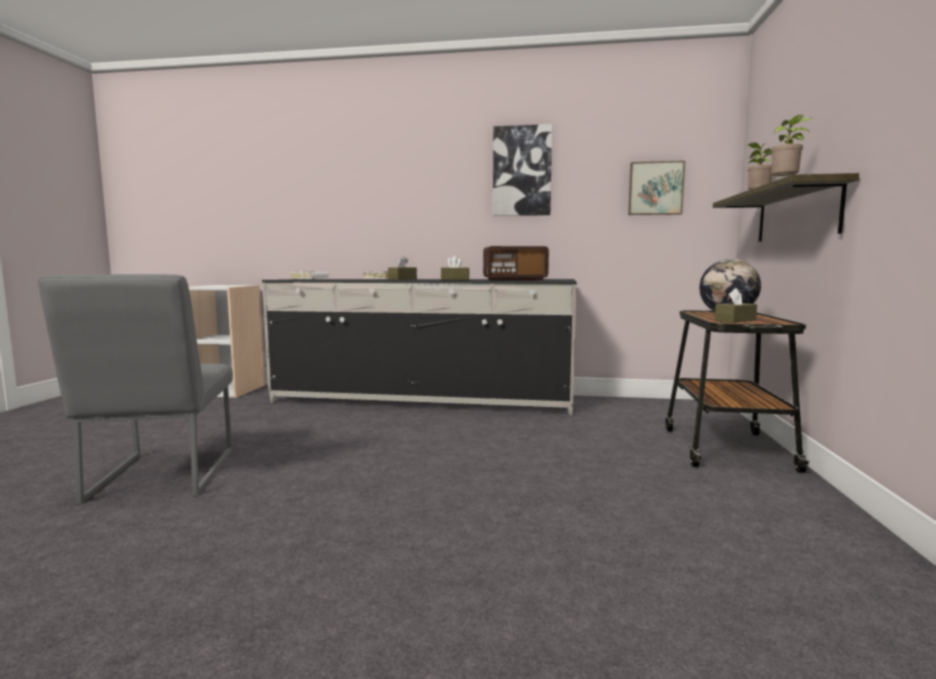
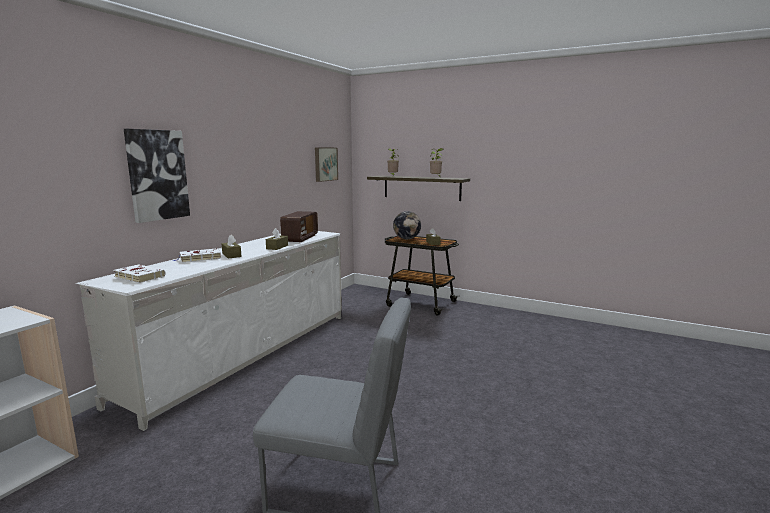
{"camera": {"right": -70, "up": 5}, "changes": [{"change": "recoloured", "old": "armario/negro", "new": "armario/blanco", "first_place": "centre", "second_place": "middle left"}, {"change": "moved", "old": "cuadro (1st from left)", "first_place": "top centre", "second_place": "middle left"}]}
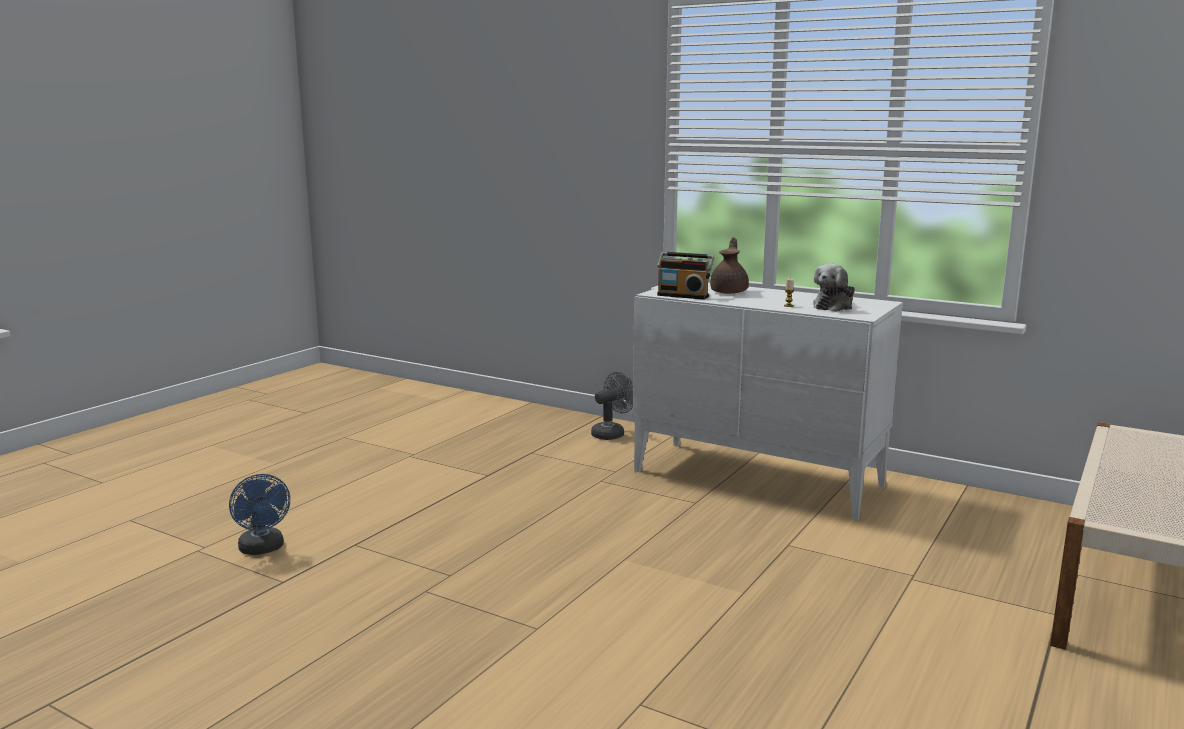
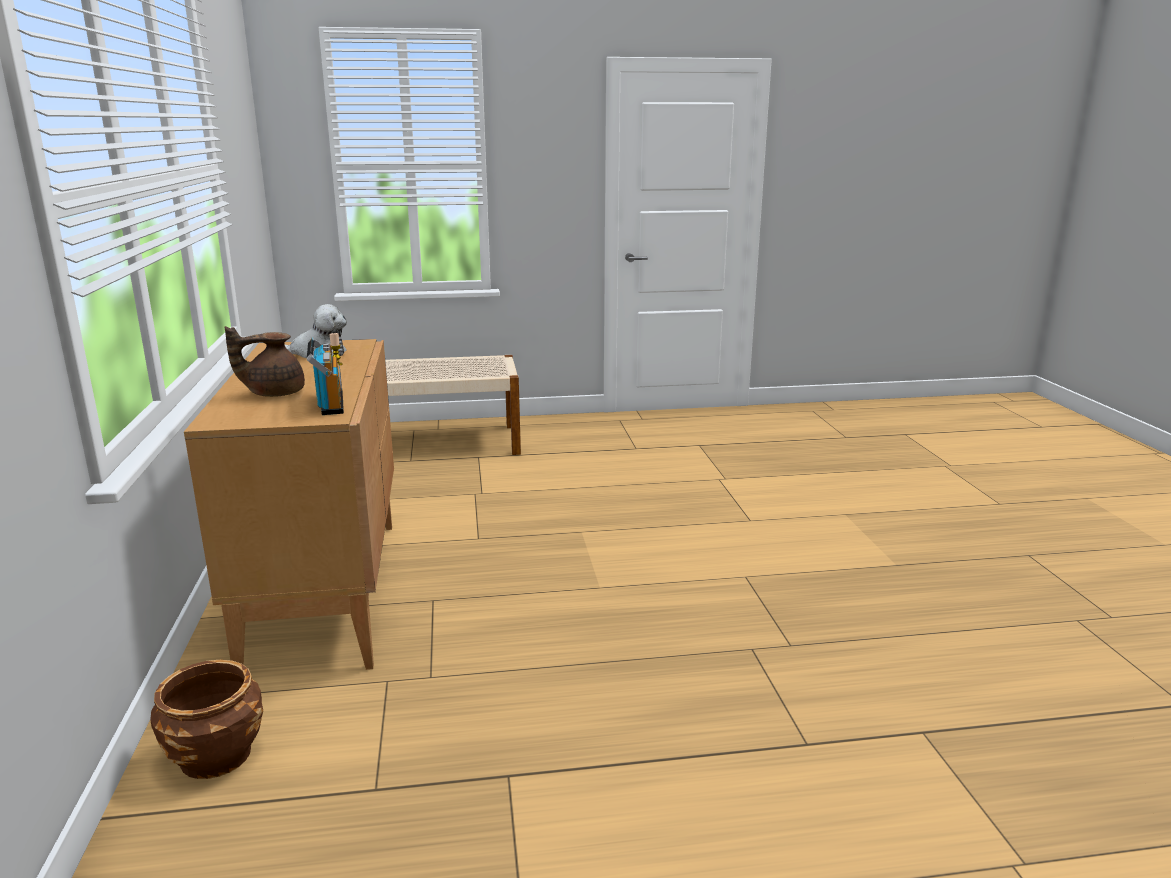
{"camera": {"right": -130, "up": 5}, "changes": [{"change": "removed", "old": "ventilador/azul", "first_place": "bottom left"}, {"change": "replaced", "old": "ventilador/gris", "new": "maceta/marrón", "first_place": "centre", "second_place": "bottom left"}, {"change": "recoloured", "old": "armario/blanco", "new": "armario/marrón", "first_place": "centre", "second_place": "middle left"}]}
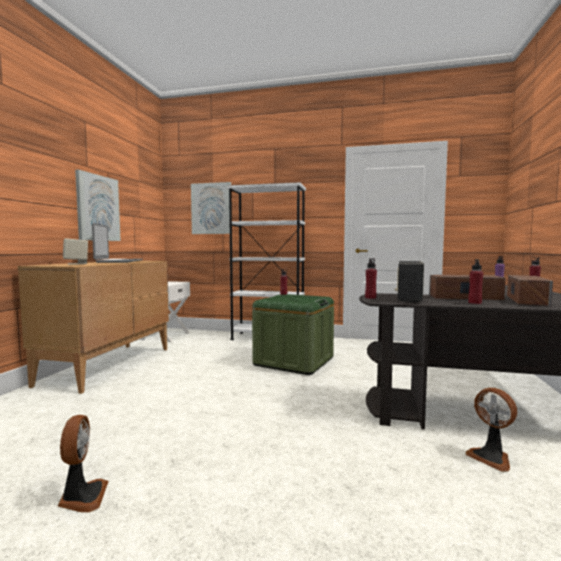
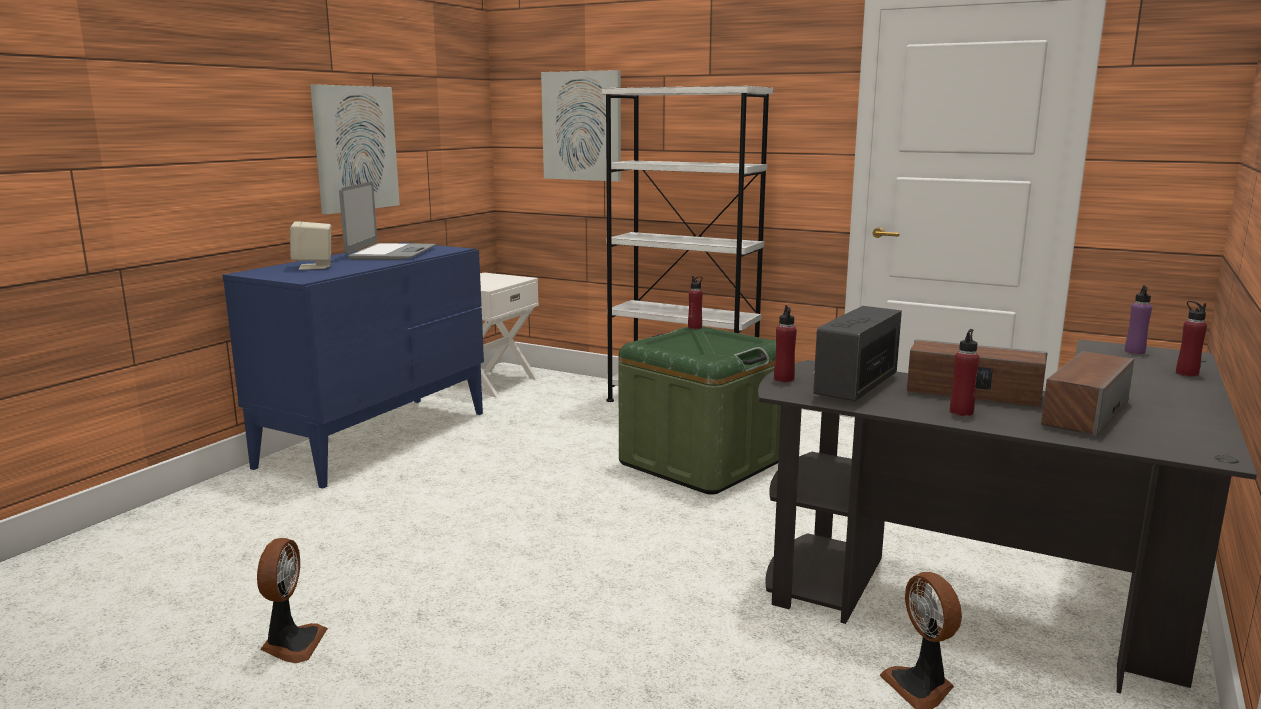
{"camera": {"right": 15, "up": 10}, "changes": [{"change": "recoloured", "old": "armario/marrón", "new": "armario/azul", "first_place": "middle left", "second_place": "middle left"}]}
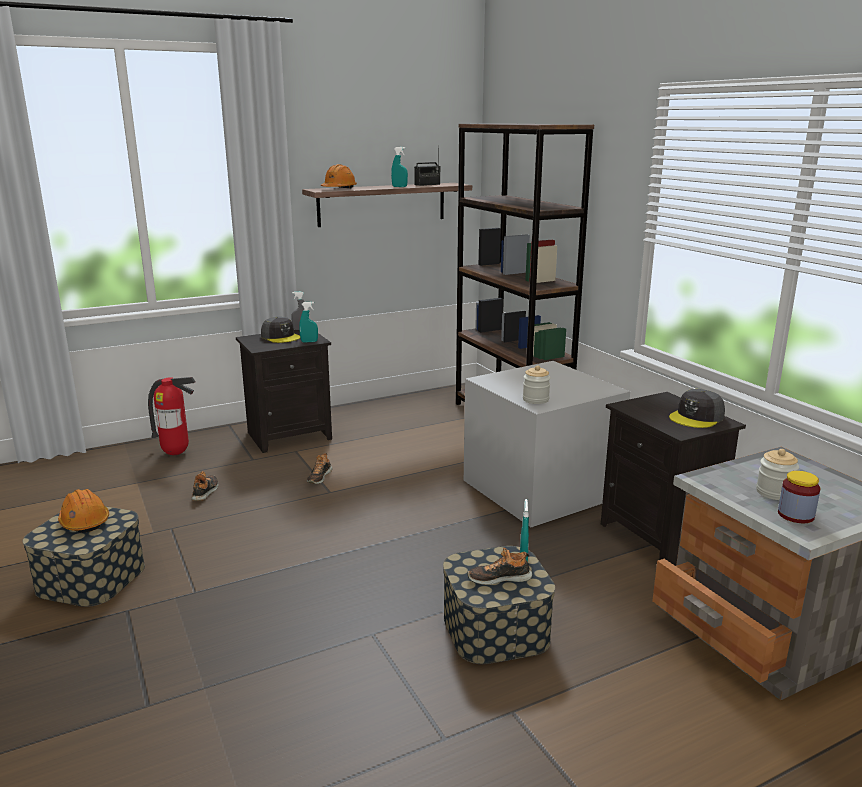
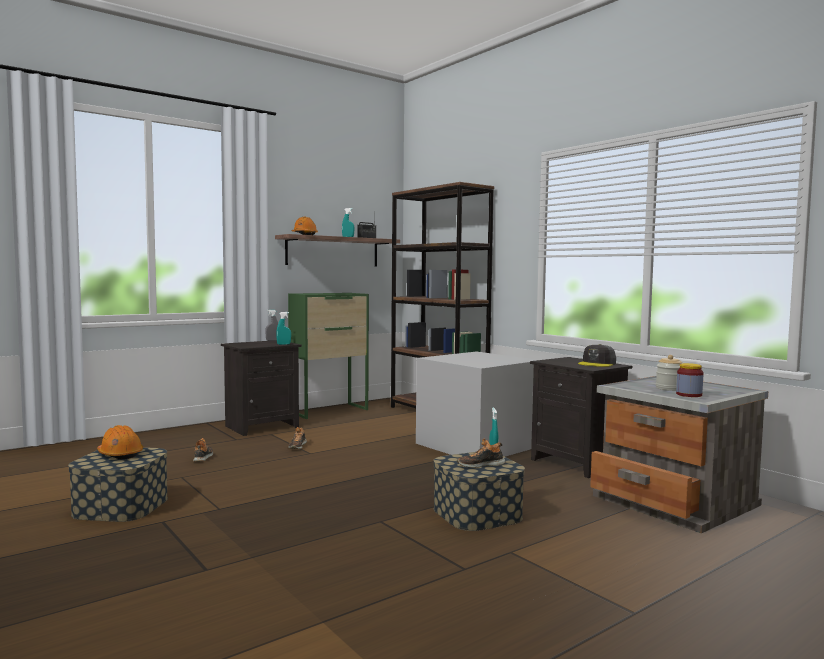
{"camera": {"right": -10, "up": -15}, "changes": [{"change": "removed", "old": "extintor", "first_place": "middle left"}, {"change": "removed", "old": "gorra/gris (1st from left)", "first_place": "middle left"}, {"change": "removed", "old": "tarro (1st from left)", "first_place": "centre"}, {"change": "added", "new": "armario/verde", "second_place": "centre"}]}
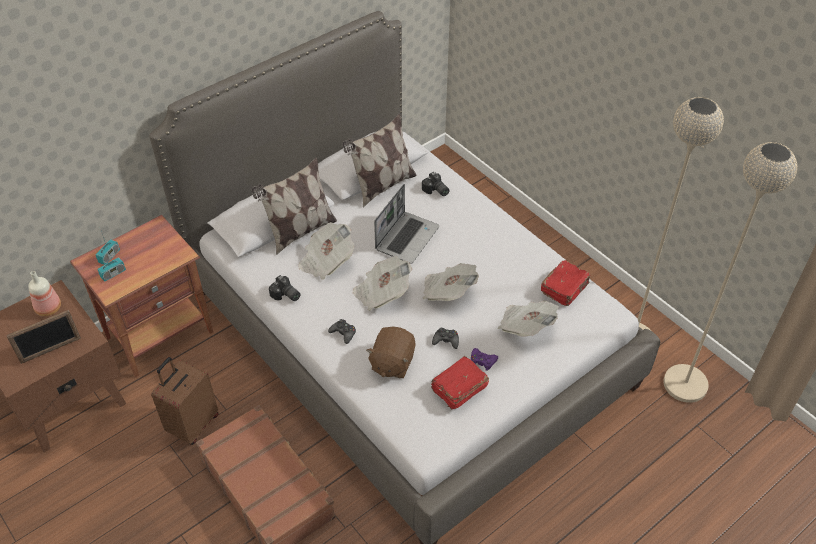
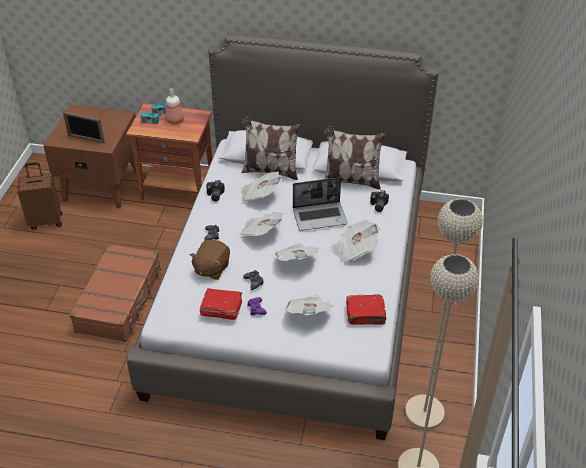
{"camera": {"right": 50, "up": -5}, "changes": [{"change": "moved", "old": "botella", "first_place": "middle left", "second_place": "top left"}, {"change": "moved", "old": "maleta/marrón (1st from left)", "first_place": "bottom left", "second_place": "middle left"}, {"change": "turned", "old": "peluche/marrón", "first_place": "centre", "second_place": "centre", "degrees": -45}, {"change": "added", "new": "periódico (5th from left)", "second_place": "centre"}]}
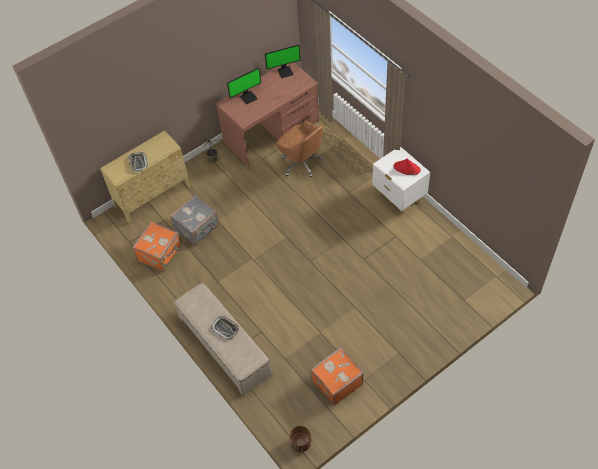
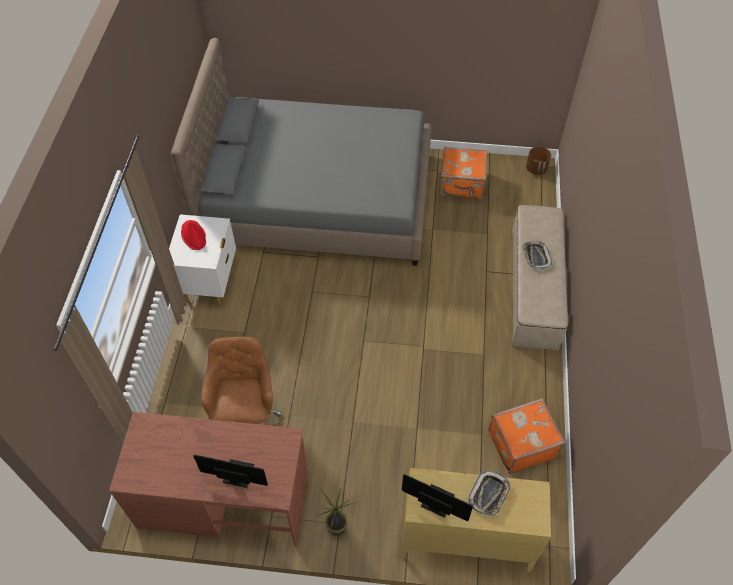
{"camera": {"right": -140, "up": 0}, "changes": [{"change": "removed", "old": "maleta/gris", "first_place": "middle left"}, {"change": "moved", "old": "monitor (2nd from left)", "first_place": "top centre", "second_place": "bottom centre"}, {"change": "added", "new": "cama/gris", "second_place": "top centre"}]}
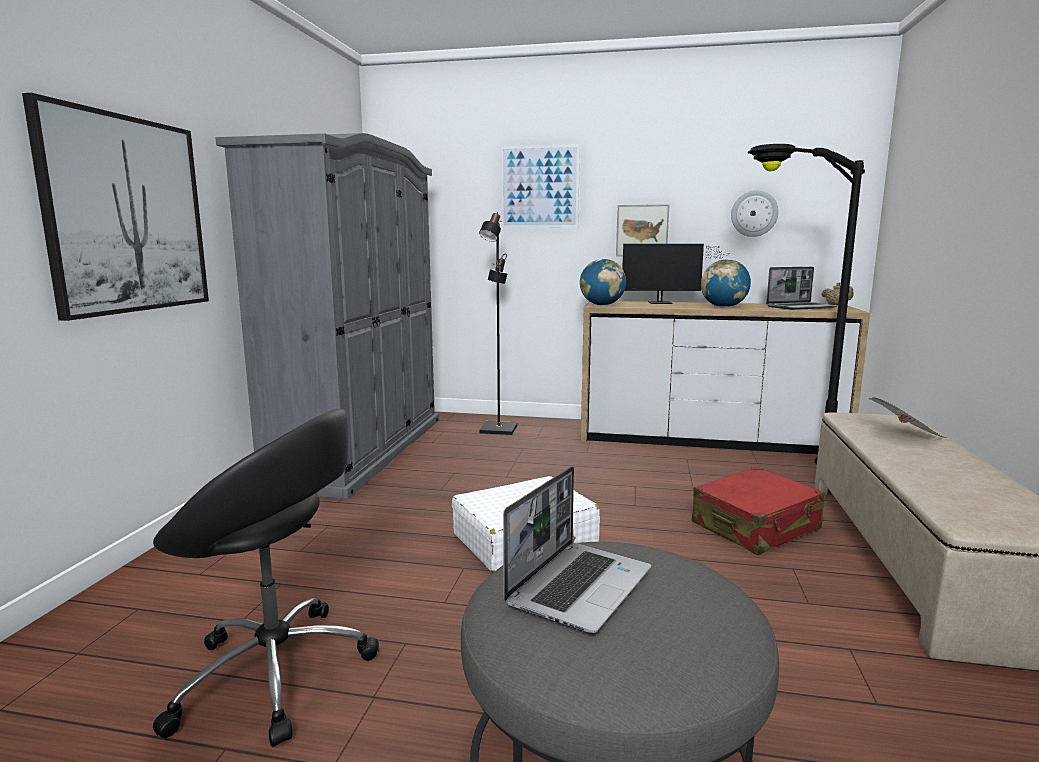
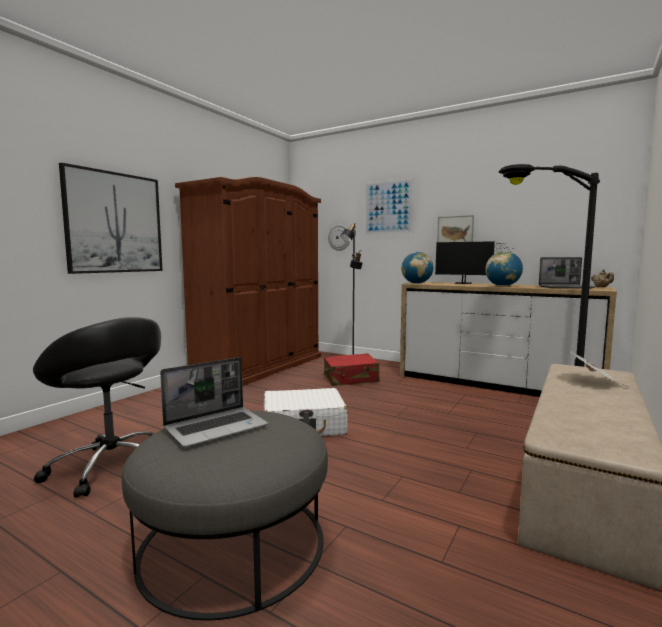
{"camera": {"right": 20, "up": -5}, "changes": [{"change": "recoloured", "old": "armario ropero/gris", "new": "armario ropero/marrón", "first_place": "middle left", "second_place": "centre"}, {"change": "moved", "old": "maleta/rojo", "first_place": "bottom right", "second_place": "centre"}, {"change": "moved", "old": "reloj de pared", "first_place": "top right", "second_place": "centre"}]}
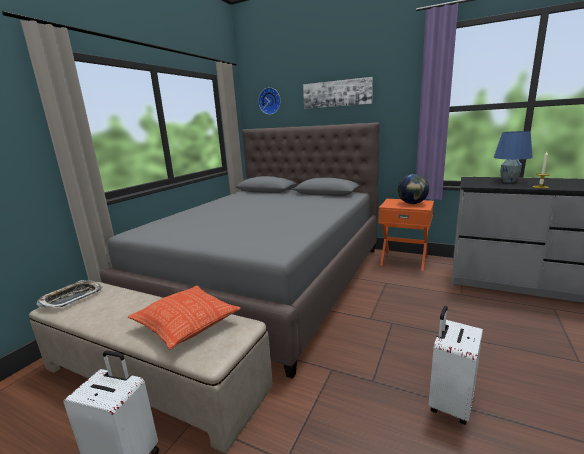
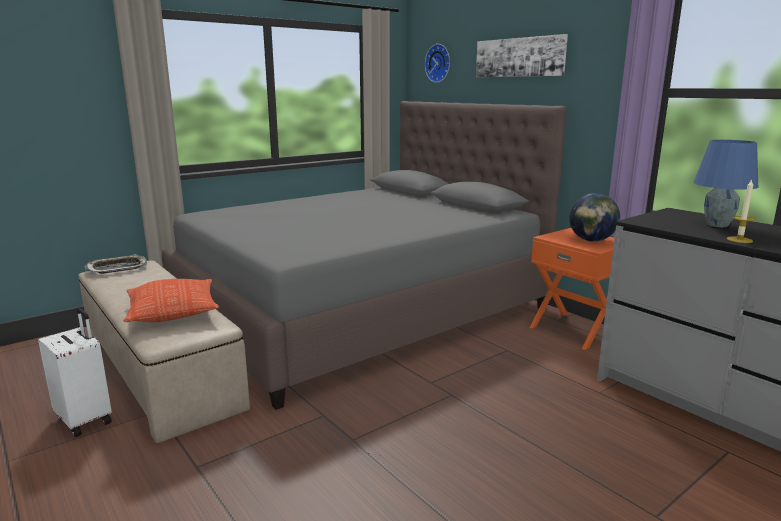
{"camera": {"right": 25, "up": 0}, "changes": [{"change": "removed", "old": "maleta/blanco (2nd from left)", "first_place": "bottom right"}]}
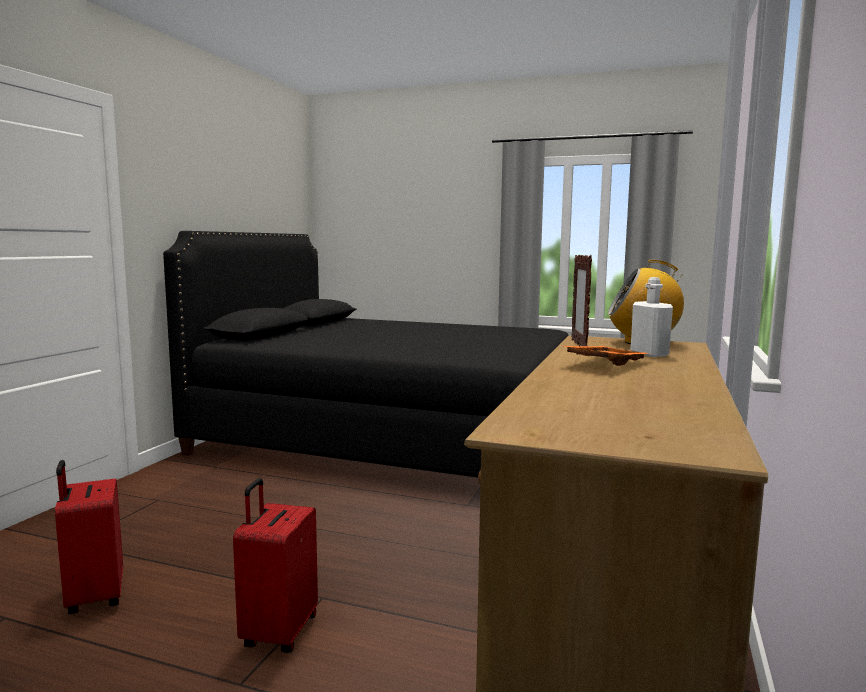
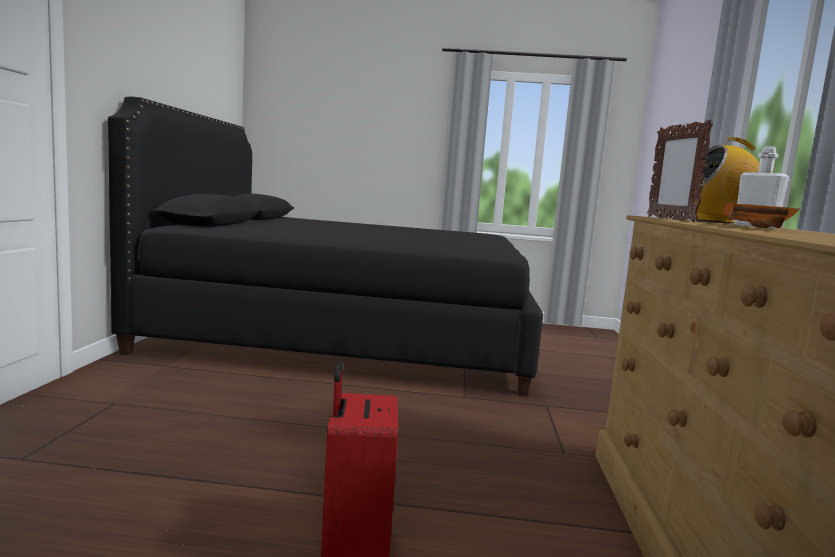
{"camera": {"right": -15, "up": 0}, "changes": [{"change": "removed", "old": "maleta/rojo (1st from left)", "first_place": "bottom left"}]}
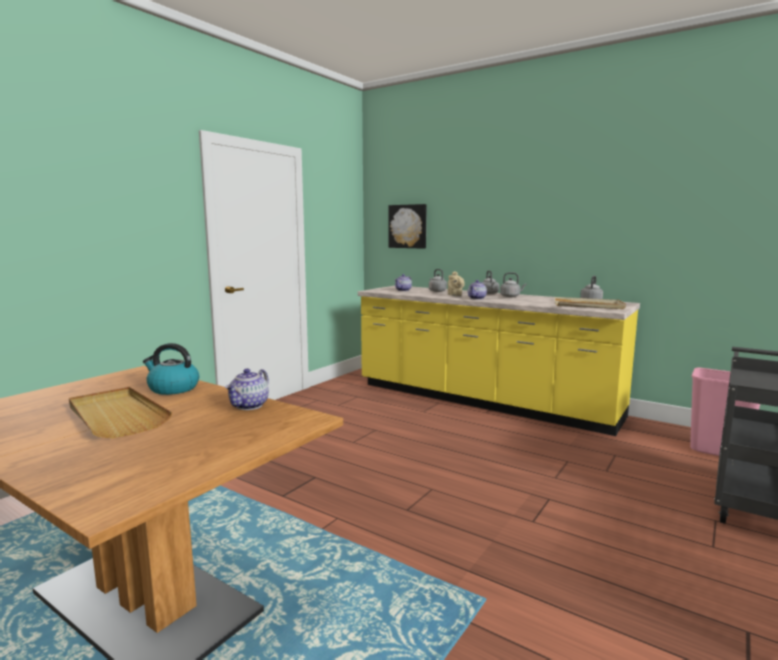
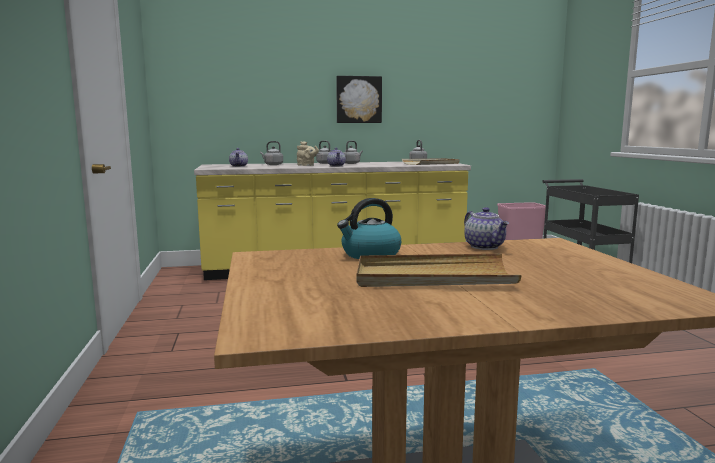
{"camera": {"right": -45, "up": 0}, "changes": [{"change": "moved", "old": "cuadro", "first_place": "centre", "second_place": "top centre"}]}
